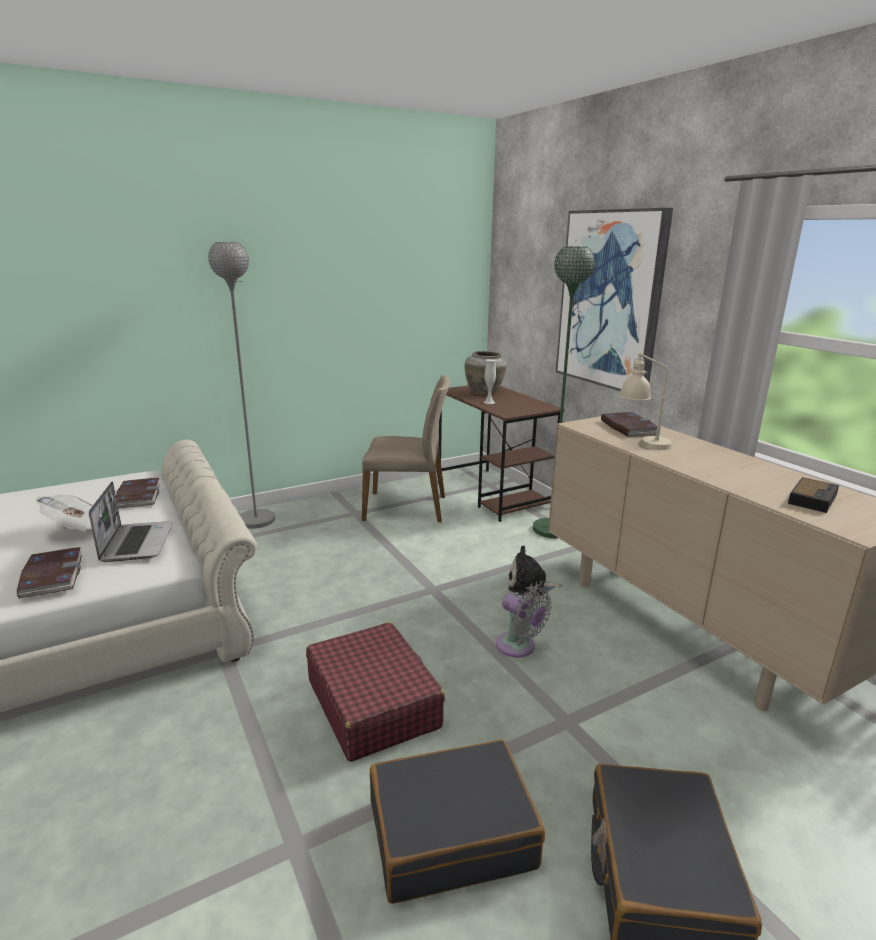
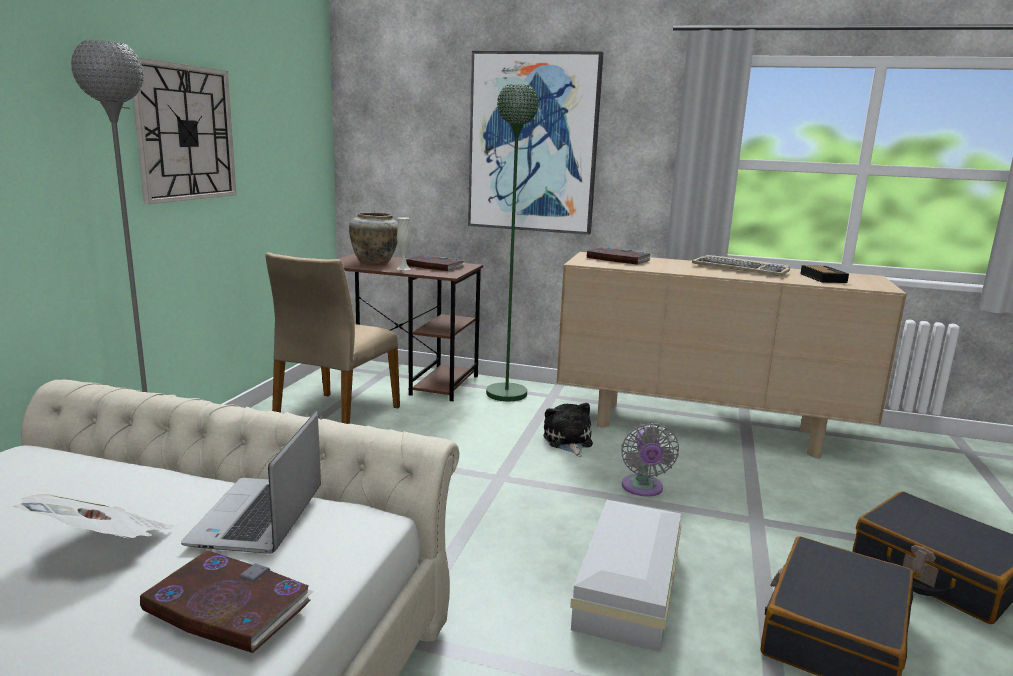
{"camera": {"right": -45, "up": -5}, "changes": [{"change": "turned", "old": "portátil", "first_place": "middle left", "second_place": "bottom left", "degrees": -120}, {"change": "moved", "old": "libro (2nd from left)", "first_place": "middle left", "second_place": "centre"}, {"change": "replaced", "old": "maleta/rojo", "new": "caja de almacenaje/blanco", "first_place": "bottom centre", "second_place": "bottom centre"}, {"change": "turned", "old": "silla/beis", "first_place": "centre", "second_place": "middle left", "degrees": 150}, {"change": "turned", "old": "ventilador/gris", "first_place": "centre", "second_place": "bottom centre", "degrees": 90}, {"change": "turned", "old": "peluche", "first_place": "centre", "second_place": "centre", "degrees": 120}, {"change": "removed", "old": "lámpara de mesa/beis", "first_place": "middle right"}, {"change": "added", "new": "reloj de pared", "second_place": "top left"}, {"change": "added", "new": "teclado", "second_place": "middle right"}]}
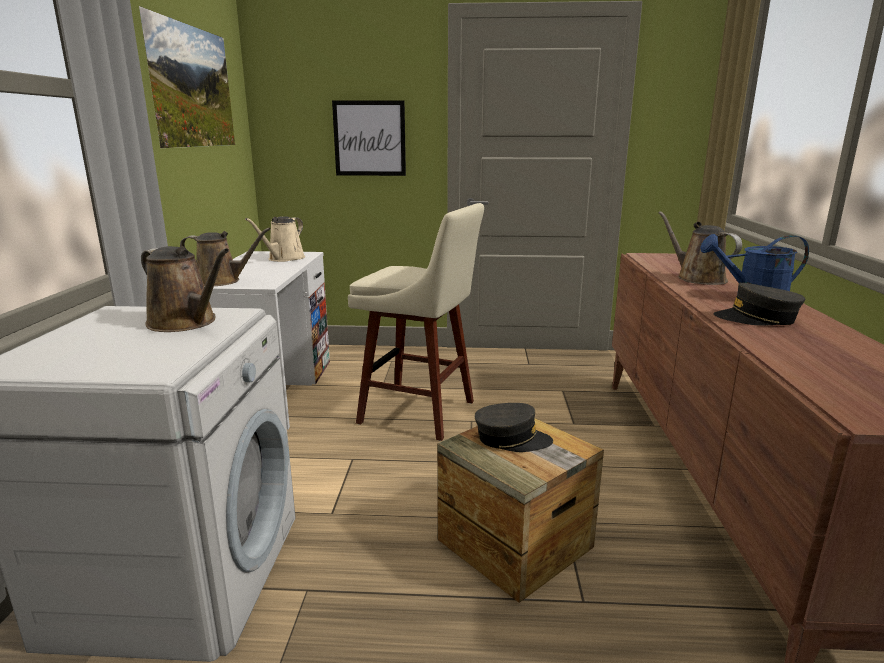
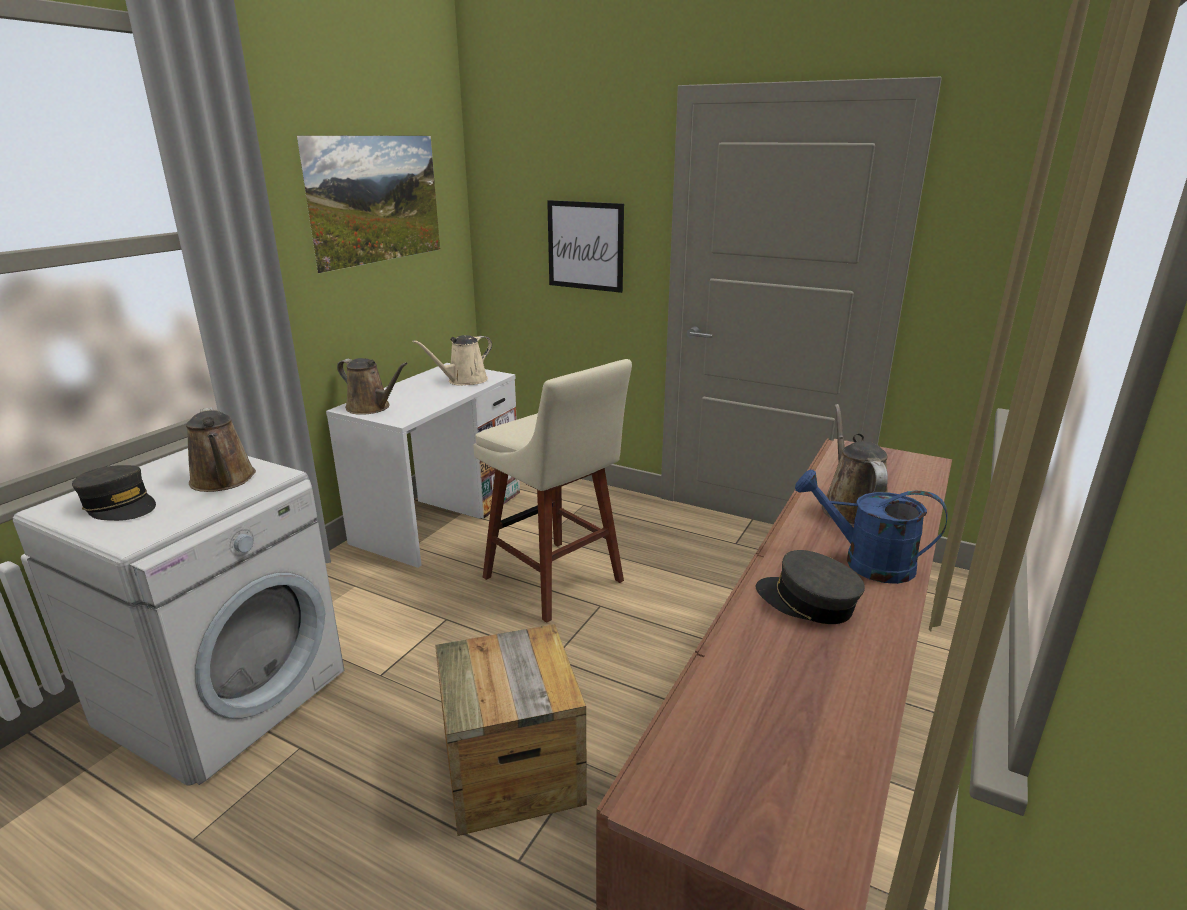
{"camera": {"right": 25, "up": 5}, "changes": [{"change": "moved", "old": "gorra/gris (1st from left)", "first_place": "centre", "second_place": "middle left"}]}
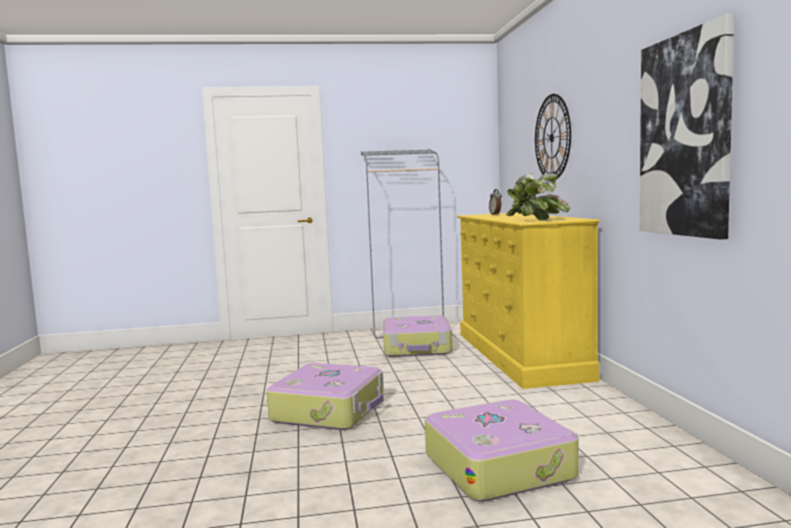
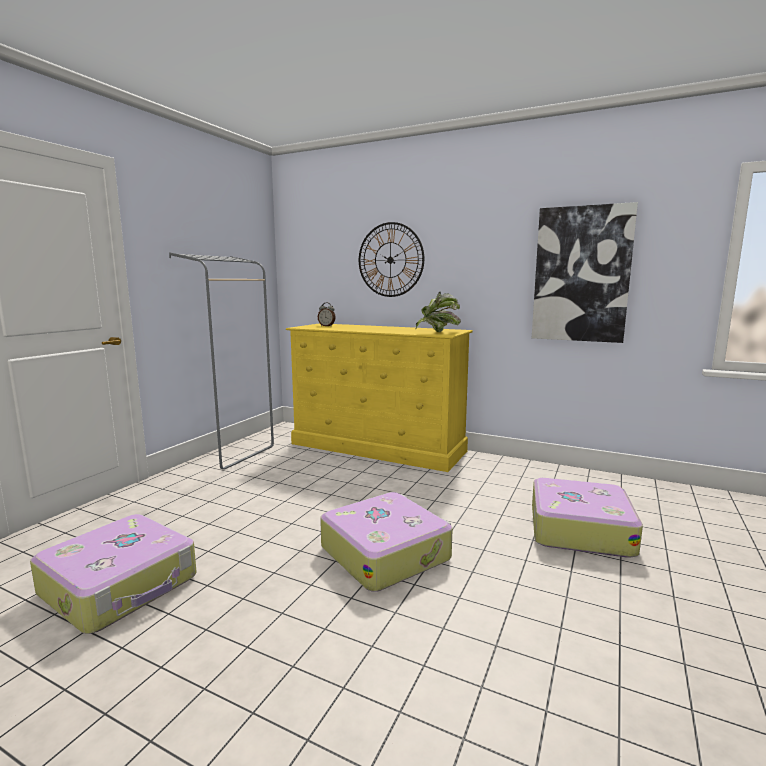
{"camera": {"right": -55, "up": 5}, "changes": [{"change": "moved", "old": "maleta (2nd from left in the first image)", "new": "maleta (1st from left)", "first_place": "centre", "second_place": "bottom left"}]}
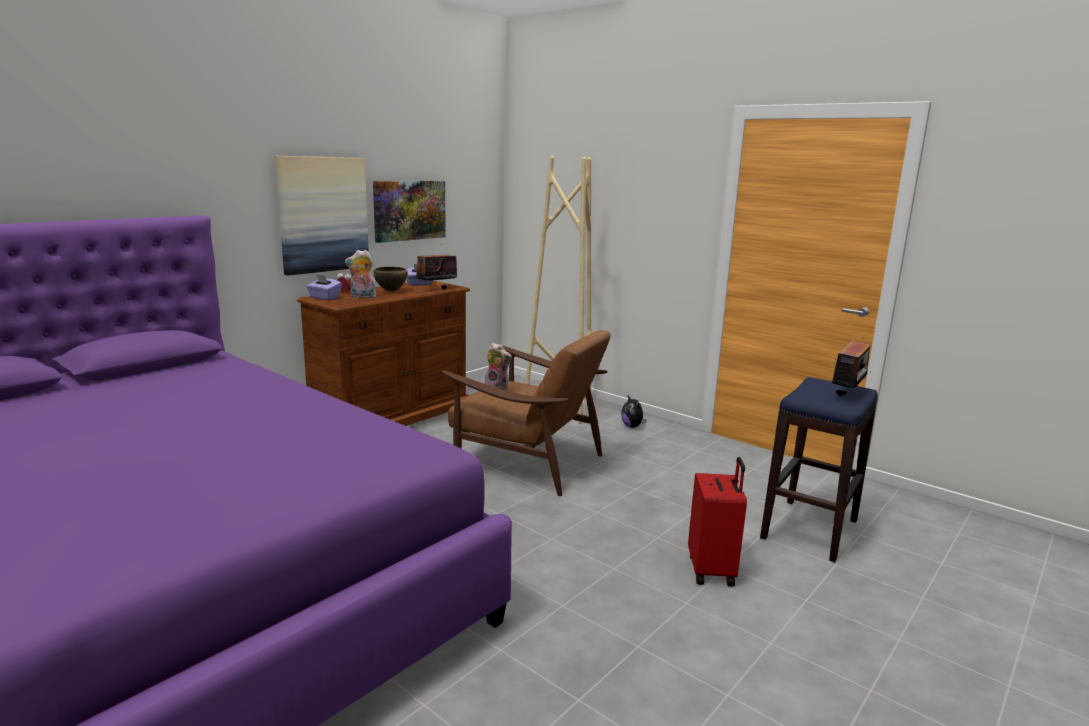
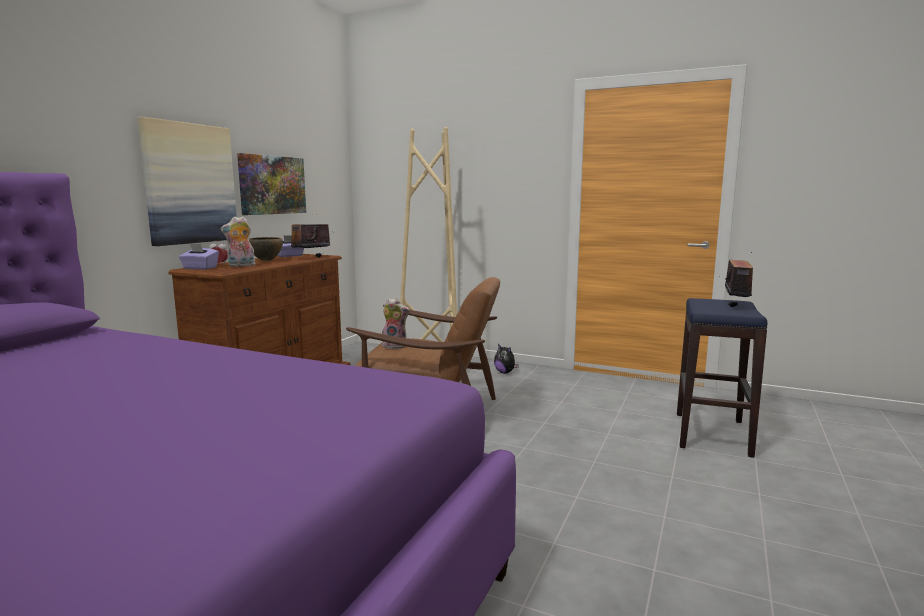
{"camera": {"right": -15, "up": -5}, "changes": [{"change": "removed", "old": "maleta/rojo", "first_place": "bottom centre"}]}
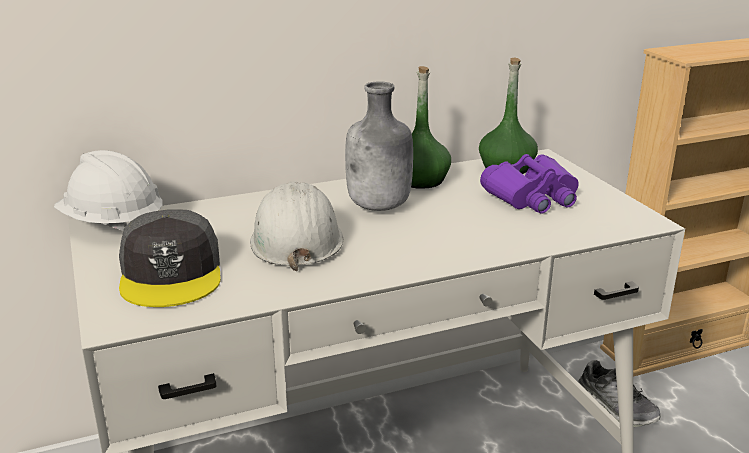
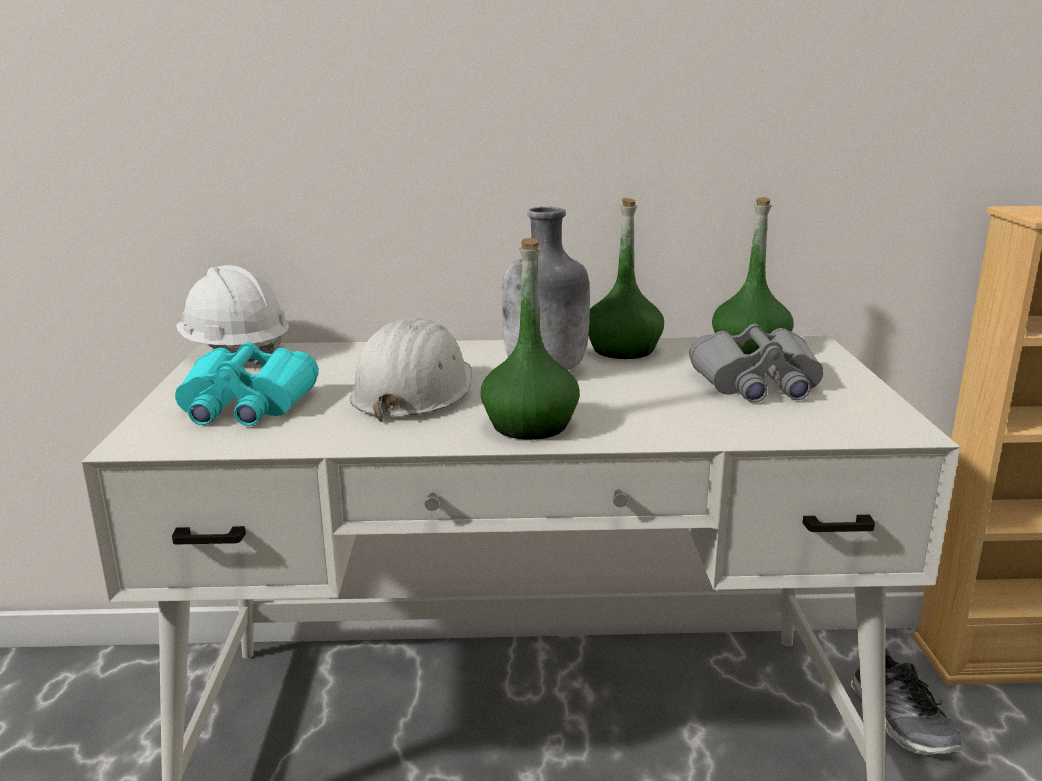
{"camera": {"right": 20, "up": -5}, "changes": [{"change": "replaced", "old": "gorra/gris", "new": "prismáticos/turquesa", "first_place": "middle left", "second_place": "middle left"}, {"change": "recoloured", "old": "prismáticos/morado", "new": "prismáticos/gris", "first_place": "middle right", "second_place": "middle right"}, {"change": "added", "new": "botella/verde (1st from left)", "second_place": "centre"}]}
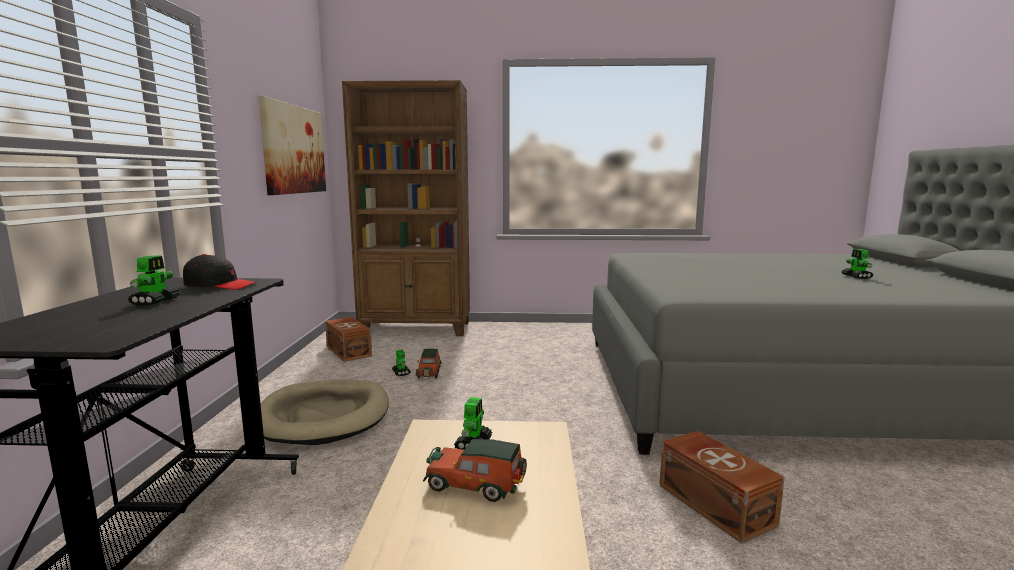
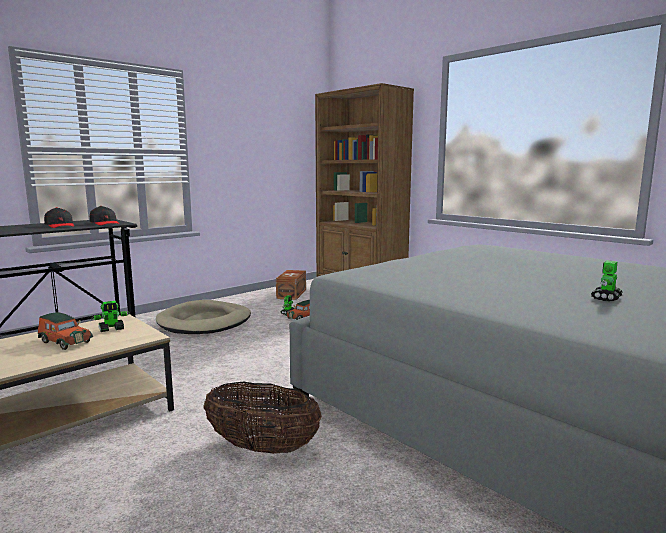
{"camera": {"right": 45, "up": 0}, "changes": [{"change": "replaced", "old": "robot de juguete (1st from left)", "new": "gorra/negro (1st from left)", "first_place": "middle left", "second_place": "middle left"}, {"change": "removed", "old": "cuadro", "first_place": "top left"}, {"change": "turned", "old": "coche de juguete (2nd from left in the first image)", "first_place": "bottom centre", "second_place": "middle left", "degrees": 150}, {"change": "replaced", "old": "caja de almacenaje/marrón (2nd from left)", "new": "cesta", "first_place": "bottom right", "second_place": "bottom centre"}]}
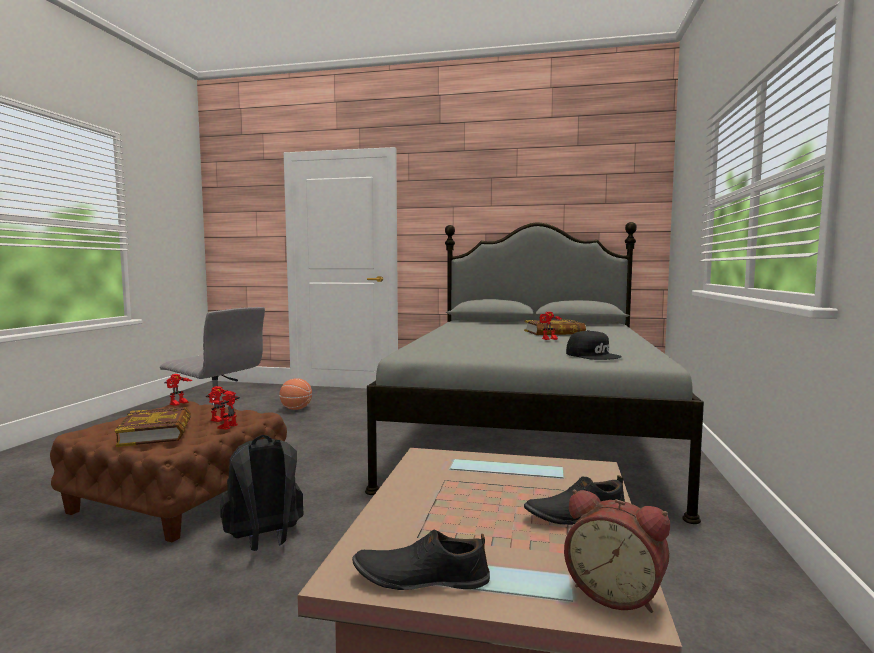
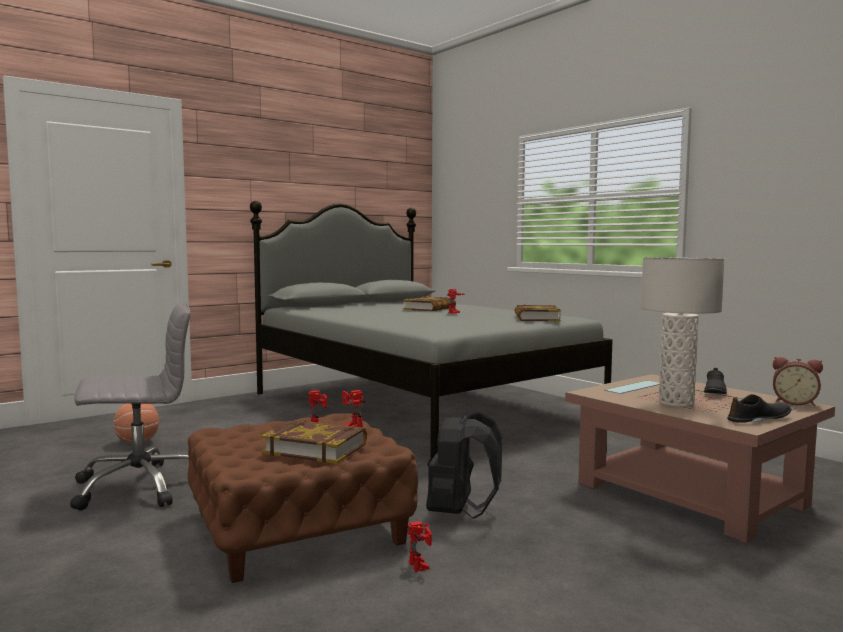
{"camera": {"right": -50, "up": 0}, "changes": [{"change": "moved", "old": "robot de juguete (1st from left in the first image)", "new": "robot de juguete (3rd from left)", "first_place": "middle left", "second_place": "bottom centre"}, {"change": "turned", "old": "zapato/negro (1st from left in the first image)", "first_place": "bottom centre", "second_place": "middle right", "degrees": -150}, {"change": "turned", "old": "despertador", "first_place": "bottom right", "second_place": "middle right", "degrees": 45}, {"change": "replaced", "old": "gorra/negro", "new": "libro (3rd from left)", "first_place": "middle right", "second_place": "centre"}, {"change": "added", "new": "lámpara de mesa/blanco", "second_place": "middle right"}]}
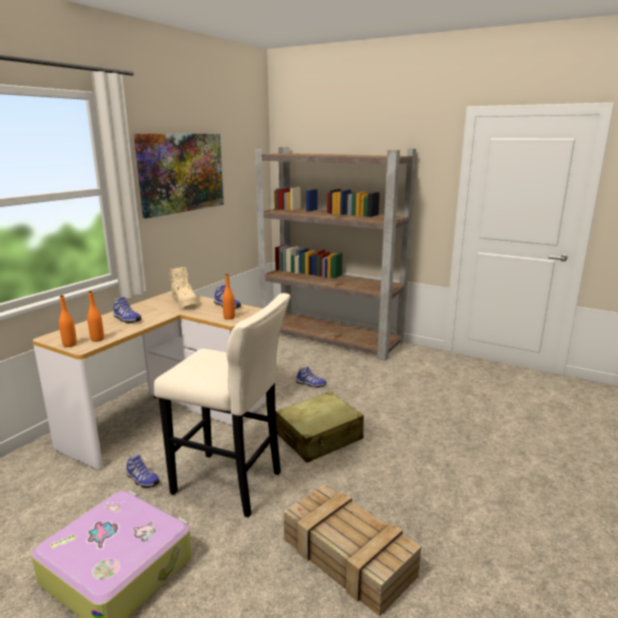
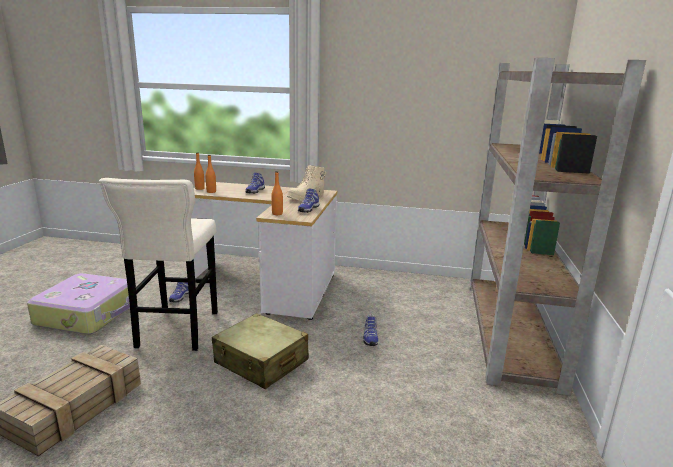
{"camera": {"right": 70, "up": 0}, "changes": [{"change": "removed", "old": "cuadro", "first_place": "top left"}]}
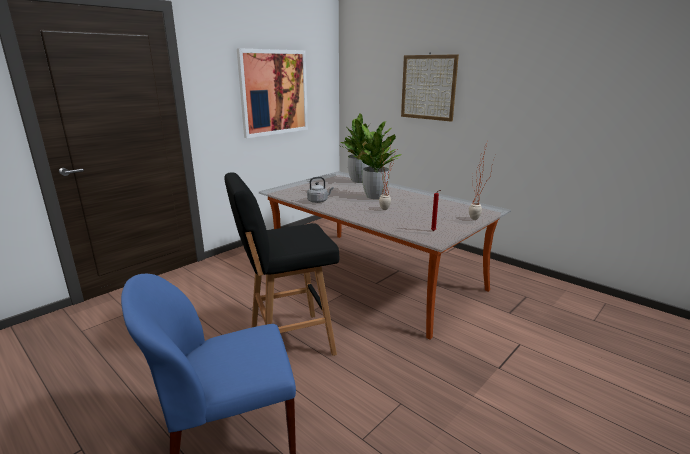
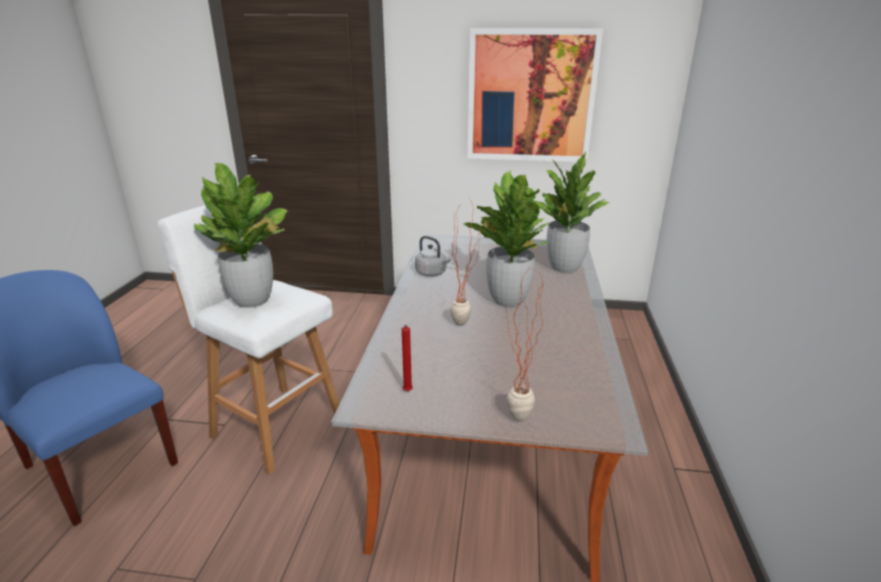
{"camera": {"right": 55, "up": 5}, "changes": [{"change": "recoloured", "old": "taburete/negro", "new": "taburete/blanco", "first_place": "centre", "second_place": "middle left"}, {"change": "removed", "old": "cuadro (2nd from left)", "first_place": "top centre"}, {"change": "added", "new": "planta en maceta (1st from left)", "second_place": "middle left"}]}
